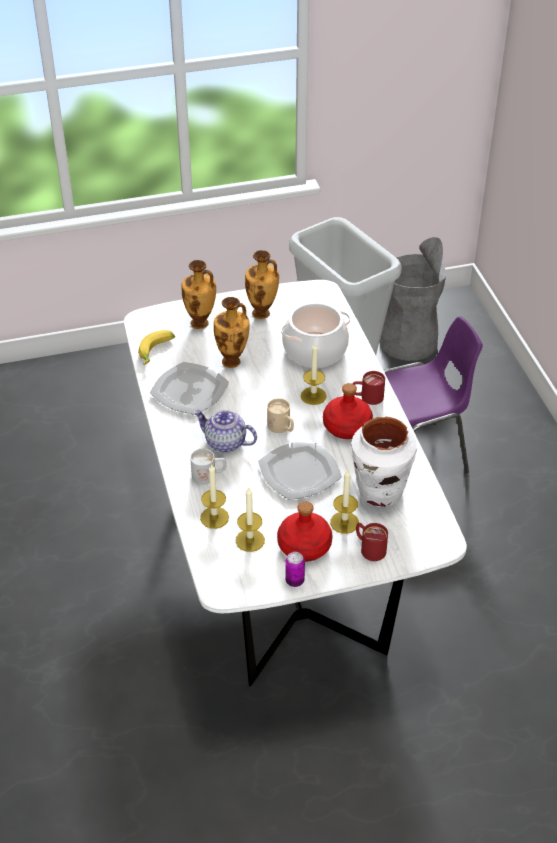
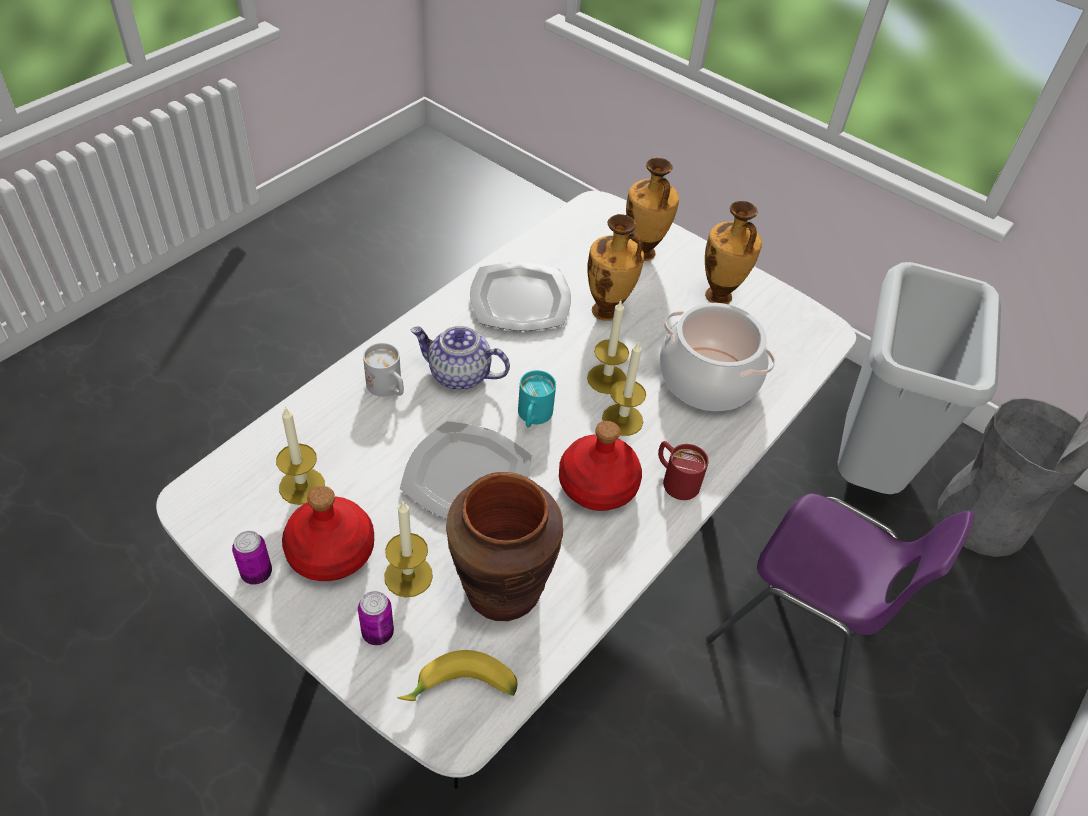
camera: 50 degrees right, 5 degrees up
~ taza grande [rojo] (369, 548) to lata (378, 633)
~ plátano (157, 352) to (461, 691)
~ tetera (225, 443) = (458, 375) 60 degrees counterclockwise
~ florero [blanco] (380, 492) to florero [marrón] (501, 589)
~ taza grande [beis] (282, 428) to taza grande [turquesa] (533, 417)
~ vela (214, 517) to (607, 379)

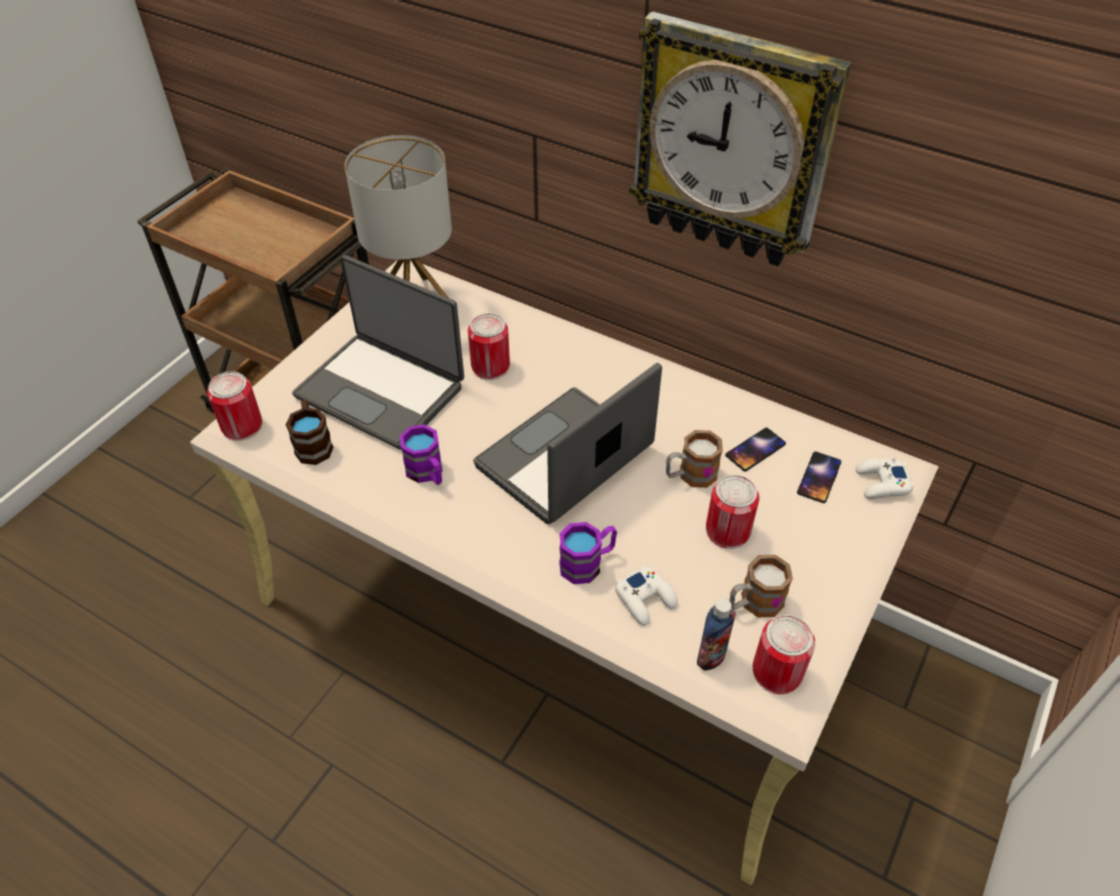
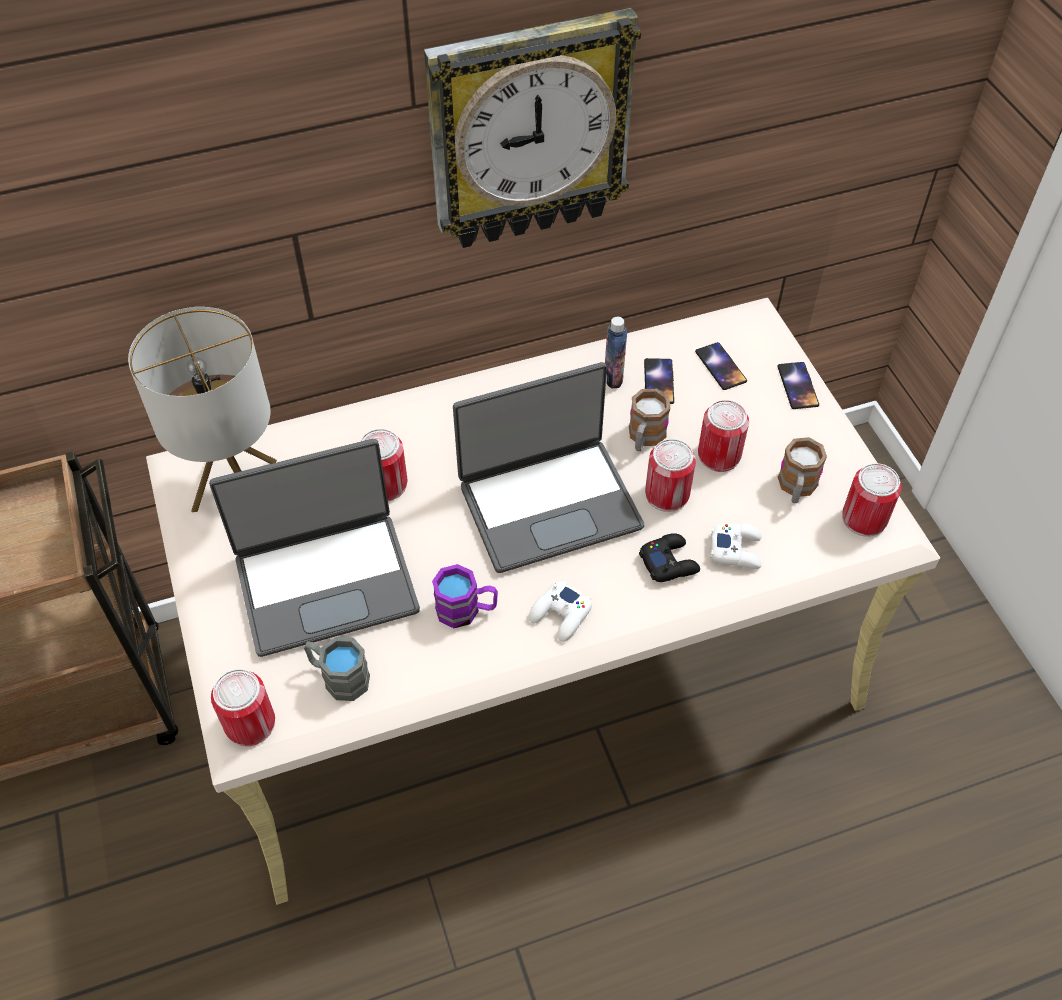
camera: 50 degrees left, 5 degrees up
~ taza grande [marrón] (313, 444) to taza grande [gris] (338, 677)
~ portátil (566, 459) = (549, 503) 105 degrees counterclockwise
~ mando de consola [blanco] (881, 483) to (561, 615)
~ botella (711, 657) to (613, 377)
~ taza grande [morado] (588, 563) to mando de consola [negro] (669, 562)
+ lata (667, 494)
+ móvil (798, 386)

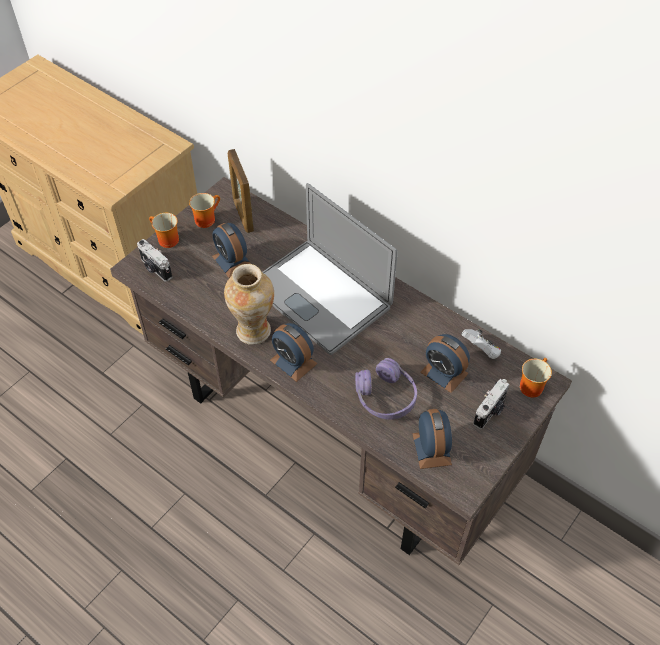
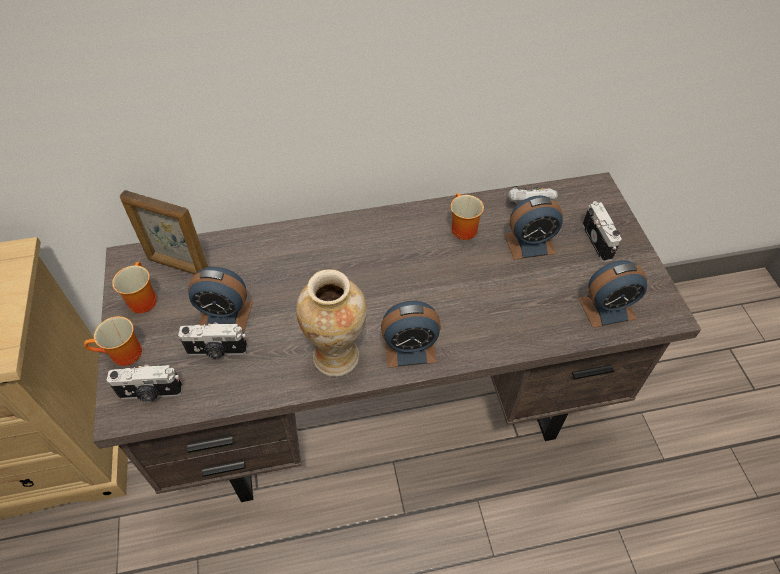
camera: 50 degrees left, 0 degrees up
+ cámara (217, 351)
~ taza grande (530, 384) to (461, 228)
~ despertador (431, 449) = (607, 308) 135 degrees clockwise
- portátil (320, 295)
- auriculares [morado] (385, 397)

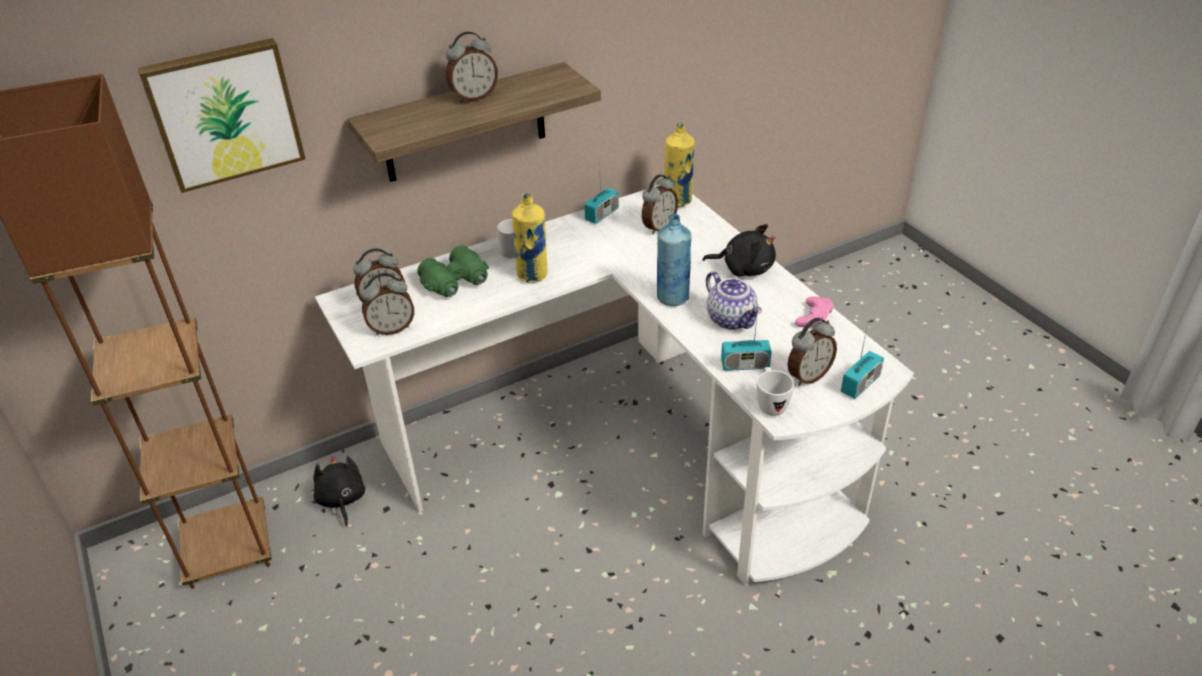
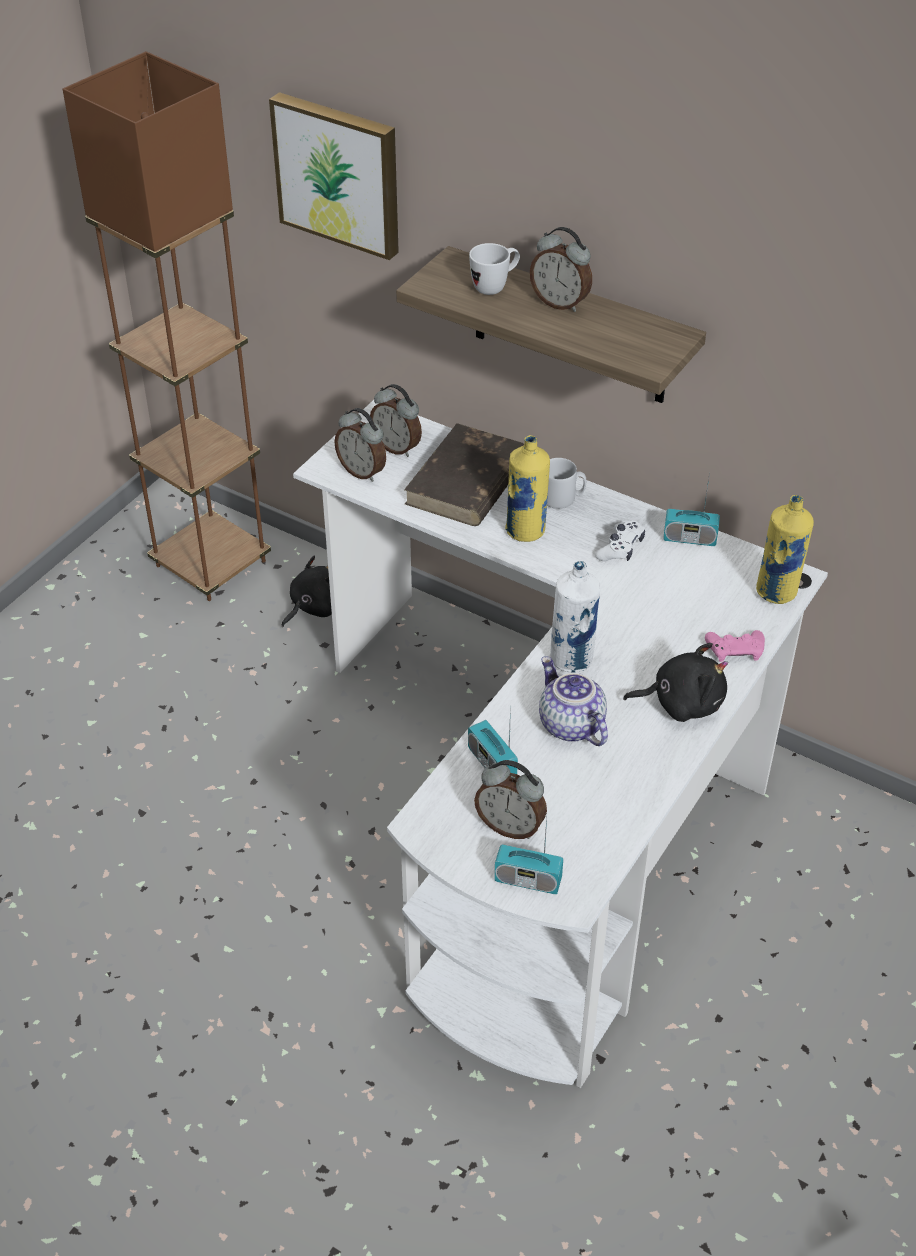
camera: 60 degrees right, 5 degrees up
~ prismáticos [verde] (457, 283) to libro [marrón] (467, 482)
~ taza grande [blanco] (770, 404) to (495, 287)
~ tetera (732, 319) = (569, 725) 120 degrees clockwise
~ botella [azul] (672, 297) to botella [blanco] (572, 659)
+ mando de consola [blanco] (620, 548)
~ peluche [negro] (744, 268) = (682, 702) 75 degrees counterclockwise
~ mando de consola [rosa] (814, 317) to (735, 650)
- despertador (658, 227)

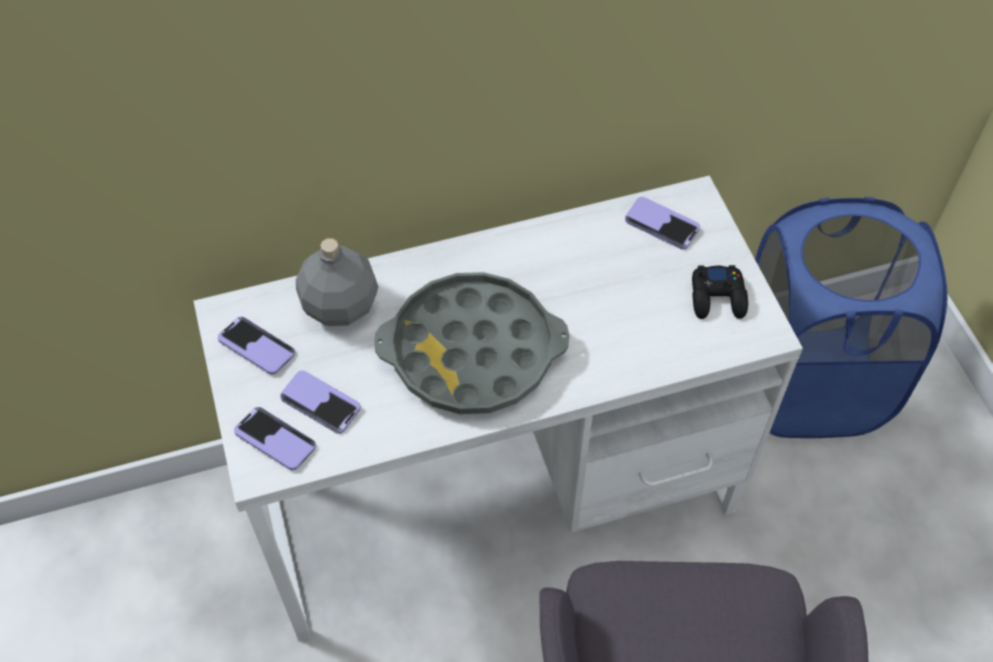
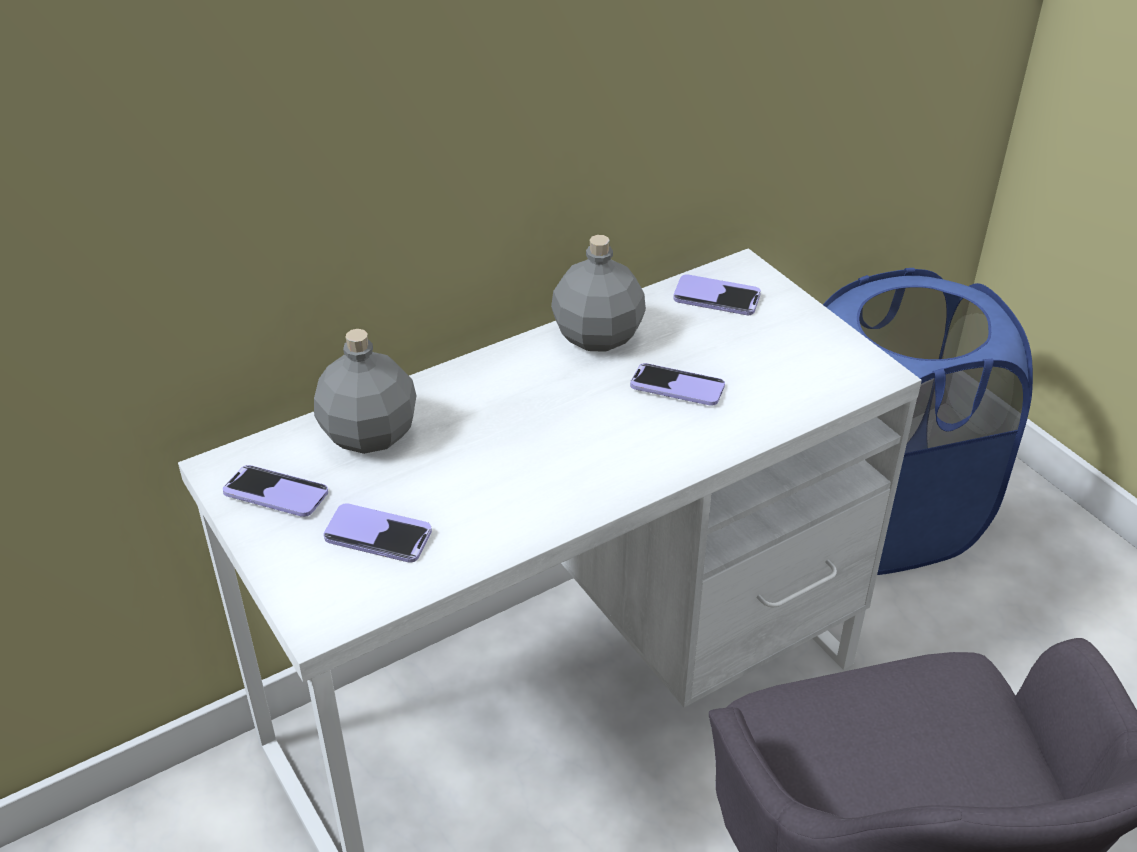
camera: 15 degrees left, 15 degrees down
+ botella [gris] (597, 335)
~ móvil (275, 439) to (677, 387)
- bandeja [gris] (472, 352)
- mando de consola [negro] (718, 297)

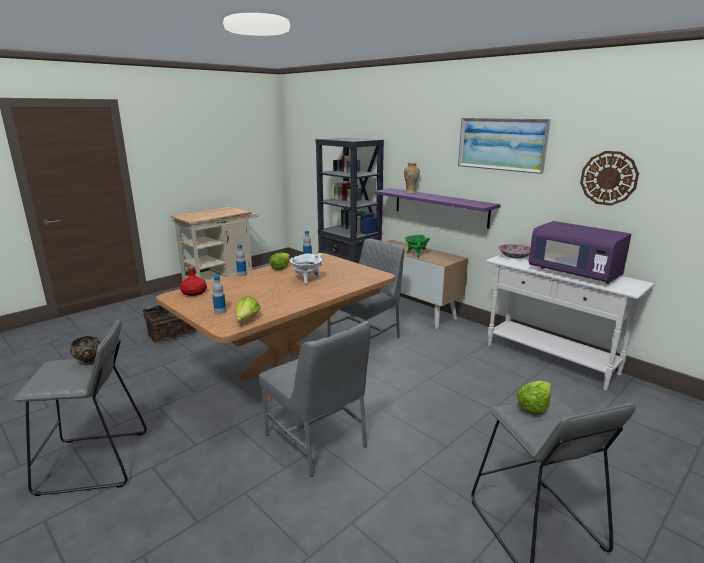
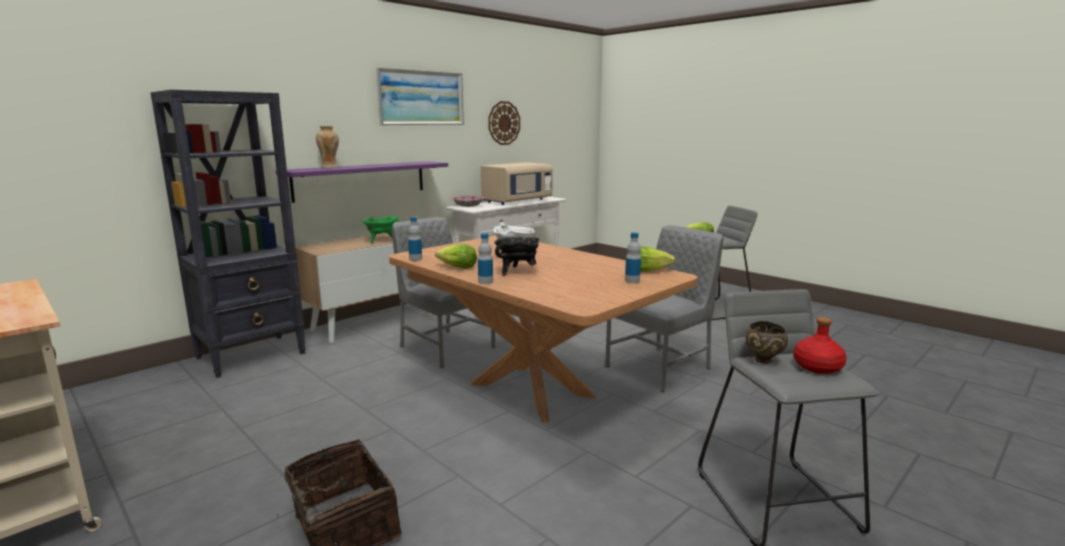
camera: 90 degrees left, 5 degrees down
~ microondas [morado] (574, 273) to microondas [beis] (517, 201)
+ olla [negro] (517, 271)
~ botella [rojo] (194, 292) to (817, 367)

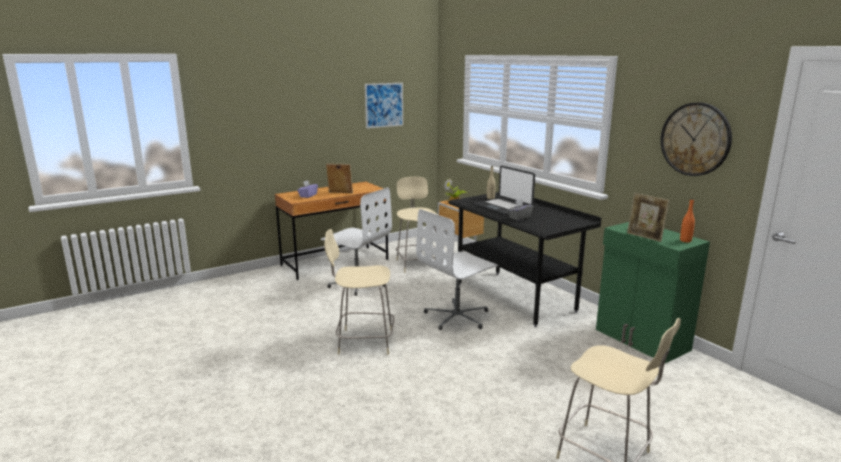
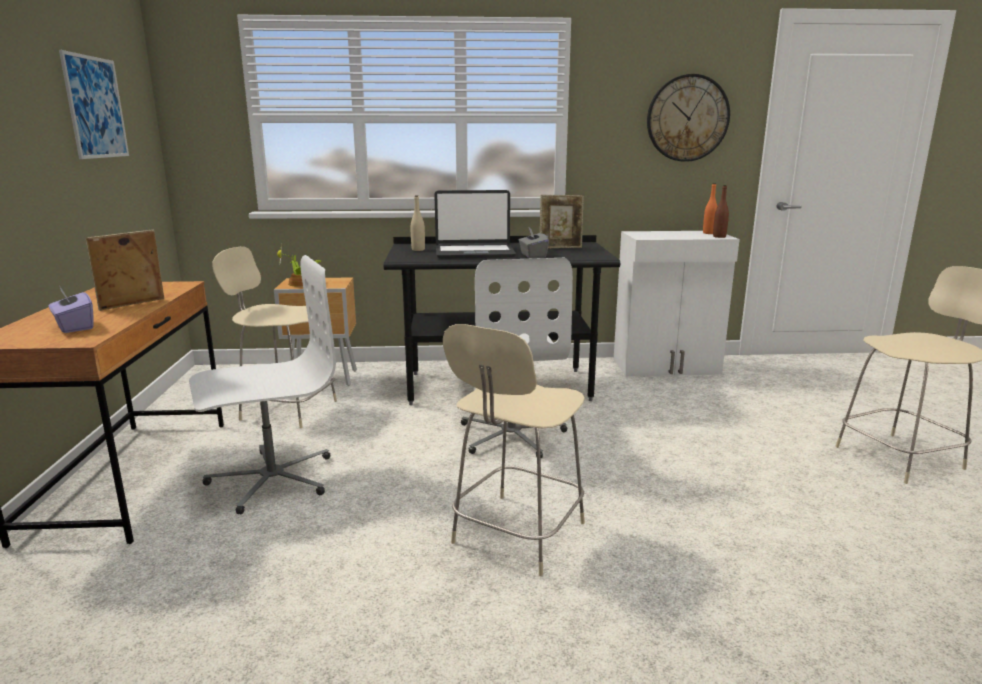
camera: 60 degrees left, 0 degrees up
~ portarretratos (645, 237) to (560, 248)
~ armario [verde] (641, 340) to armario [blanco] (667, 367)
+ botella [marrón] (719, 237)

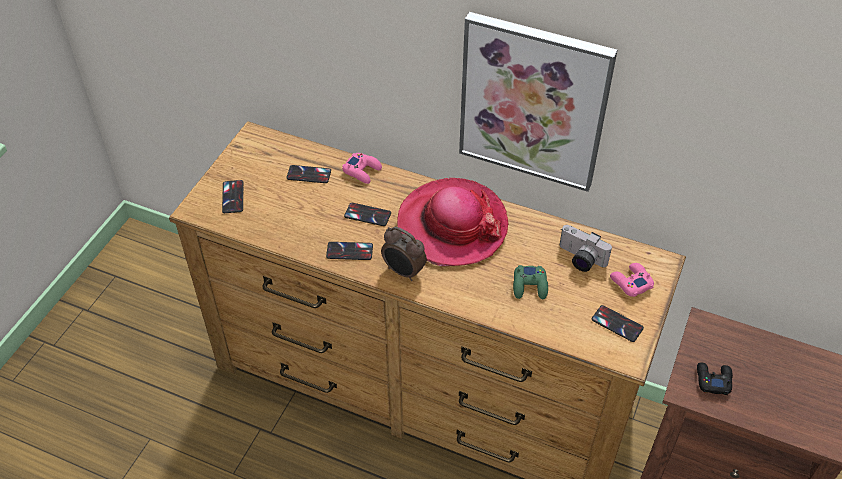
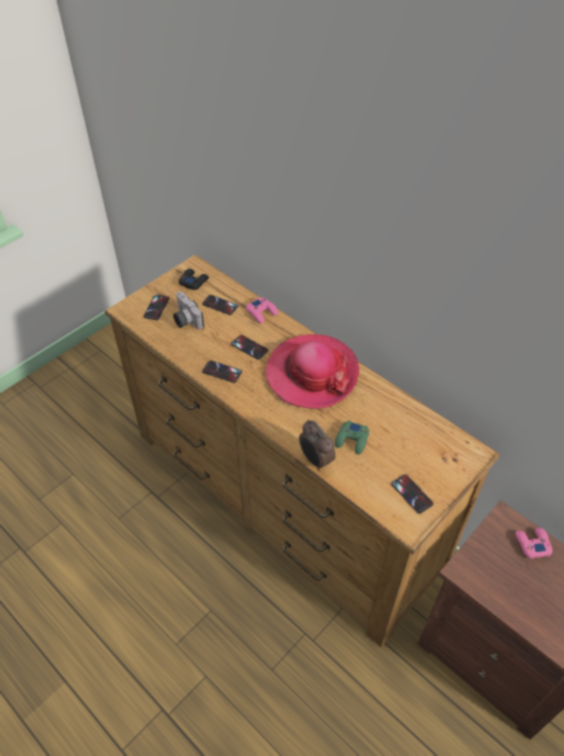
camera: 20 degrees right, 0 degrees up
~ cámara (580, 259) to (185, 320)
~ mando de consola [negro] (713, 380) to (193, 282)
~ despertador (403, 272) to (315, 460)
~ mando de consola [rosa] (630, 282) to (532, 544)
- cuadro (533, 102)

